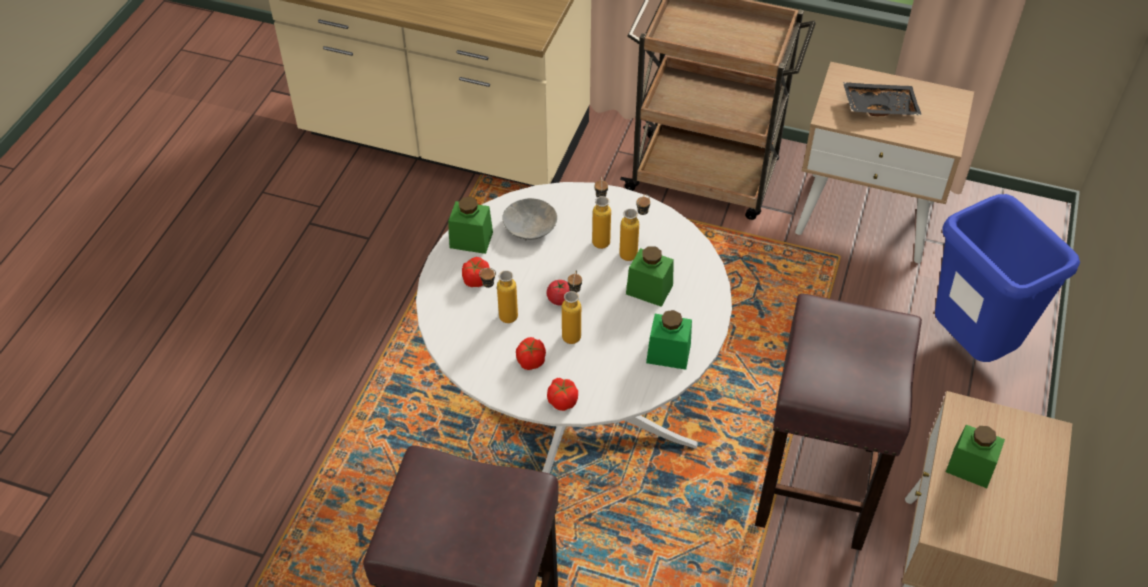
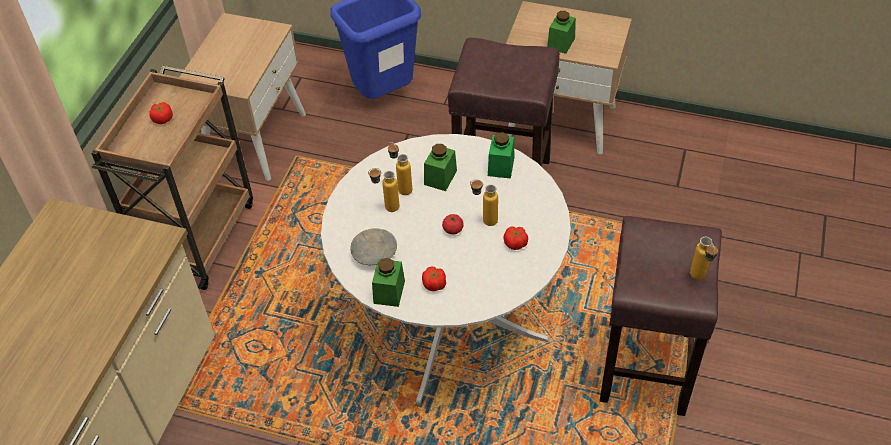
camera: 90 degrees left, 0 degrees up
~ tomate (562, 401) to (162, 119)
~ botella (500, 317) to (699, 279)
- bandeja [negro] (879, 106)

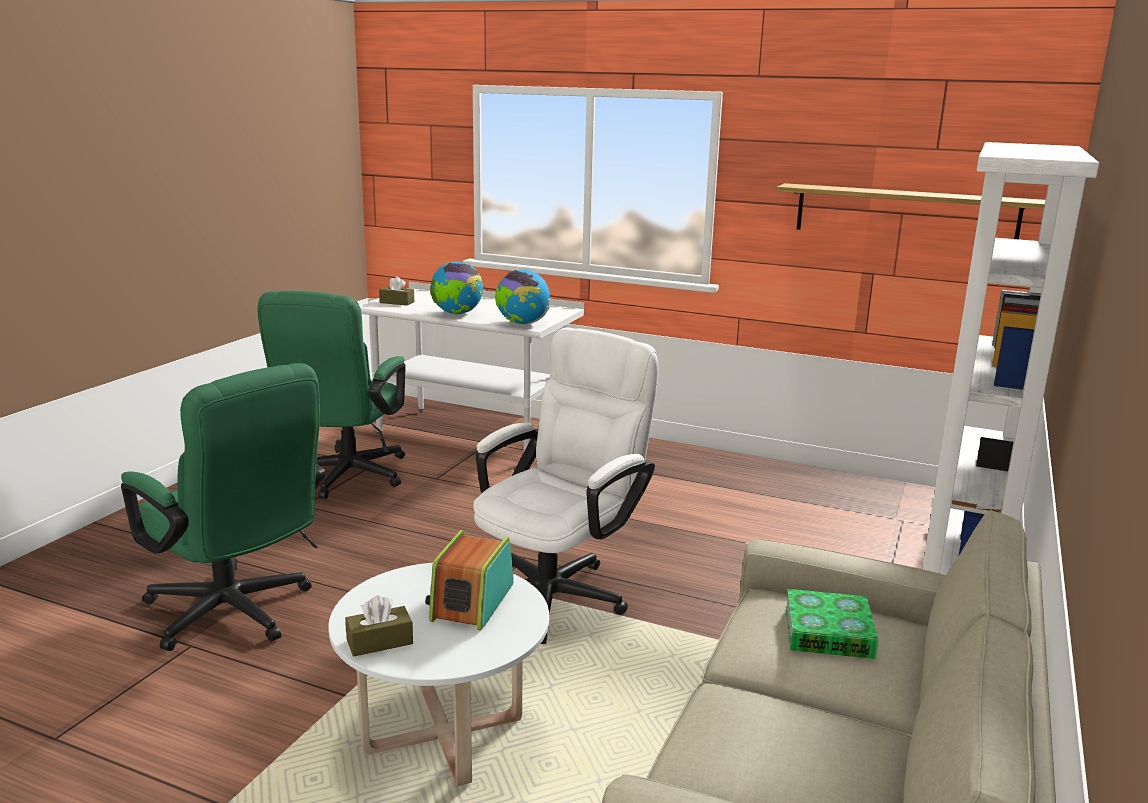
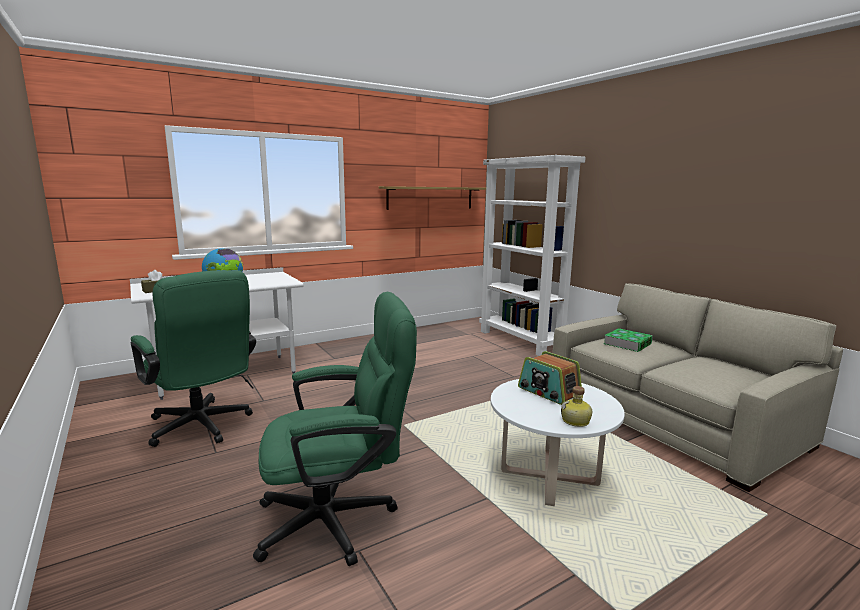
camera: 55 degrees left, 5 degrees down
~ caja de pañuelos [marrón] (379, 642) to botella (576, 421)
- silla de oficina [blanco] (559, 592)
- globo terráqueo (522, 323)

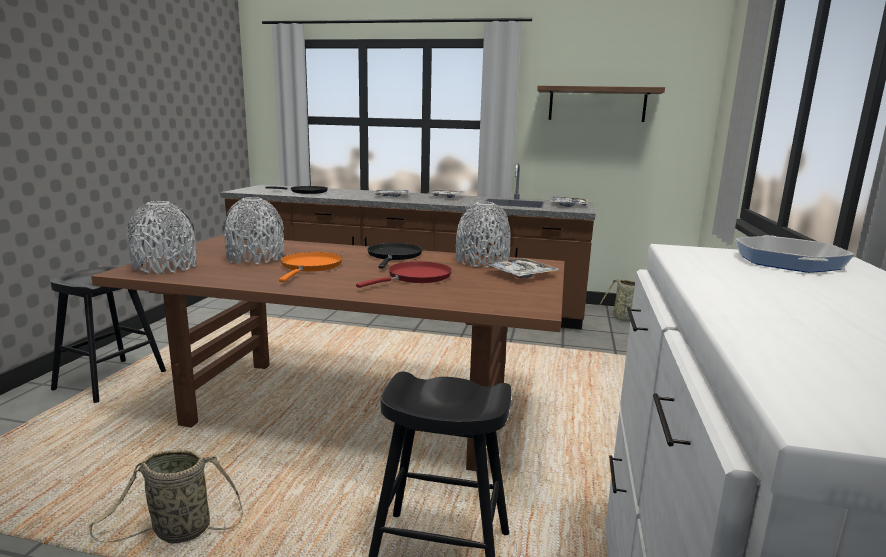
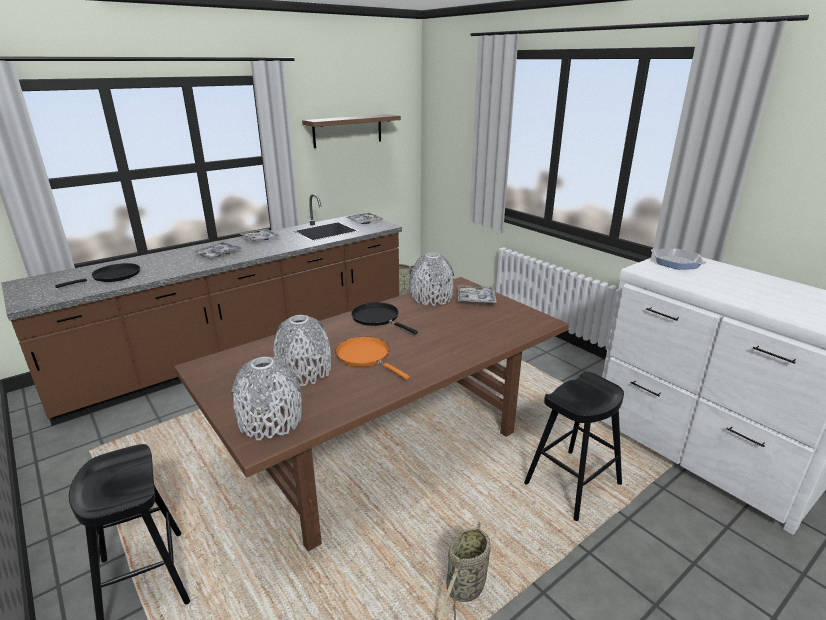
camera: 50 degrees left, 10 degrees up
- sartén [rojo] (416, 277)

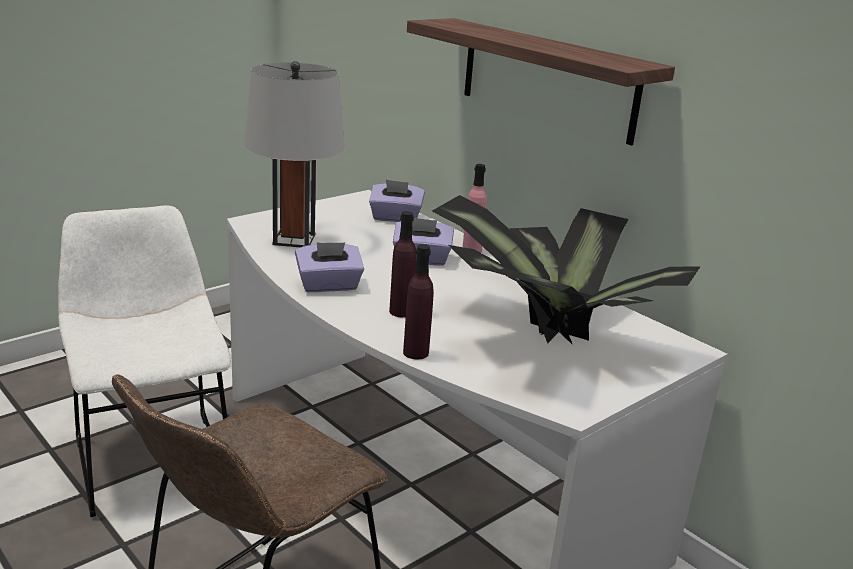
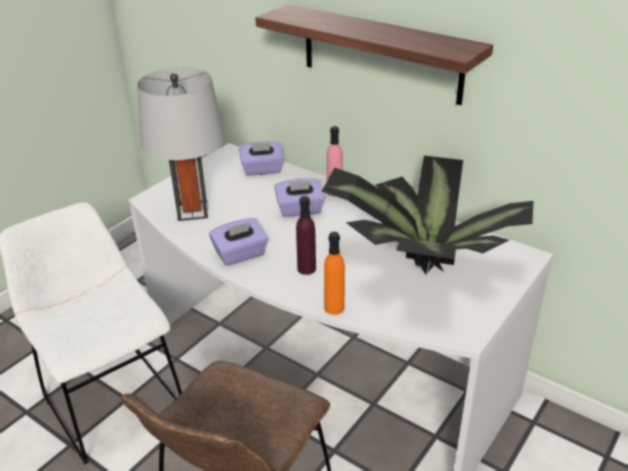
camera: 10 degrees left, 10 degrees up
~ botella [morado] (416, 353) to botella [naranja] (334, 308)

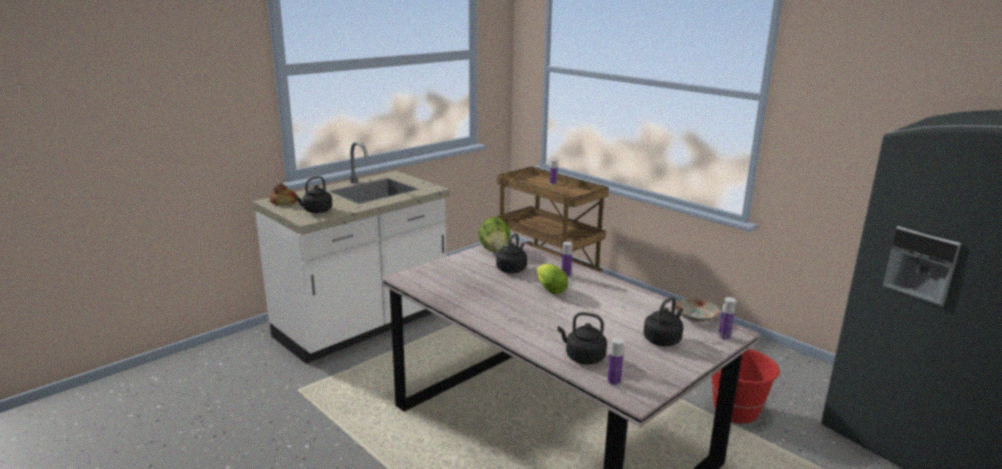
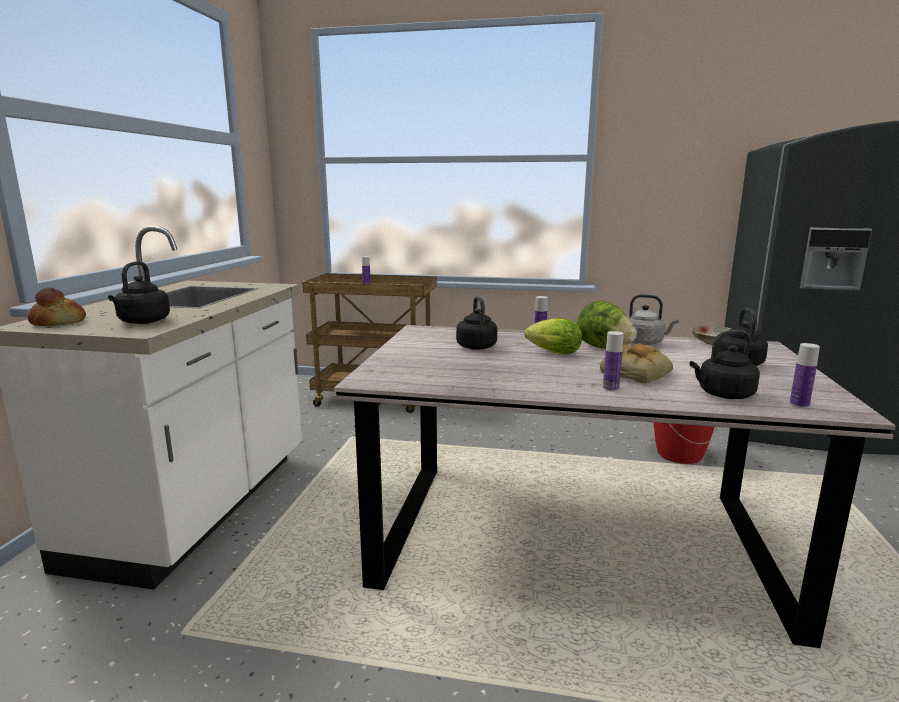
camera: 35 degrees left, 5 degrees down
~ lechuga (494, 250) to (603, 348)
+ pan (634, 372)
~ botella (724, 337) to (611, 388)
+ hervidor [gris] (645, 343)

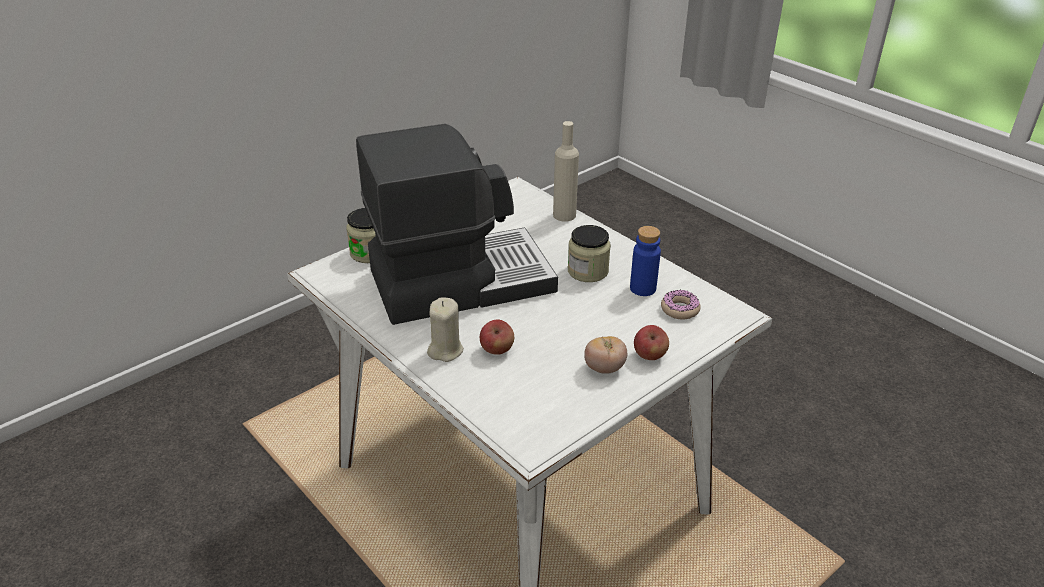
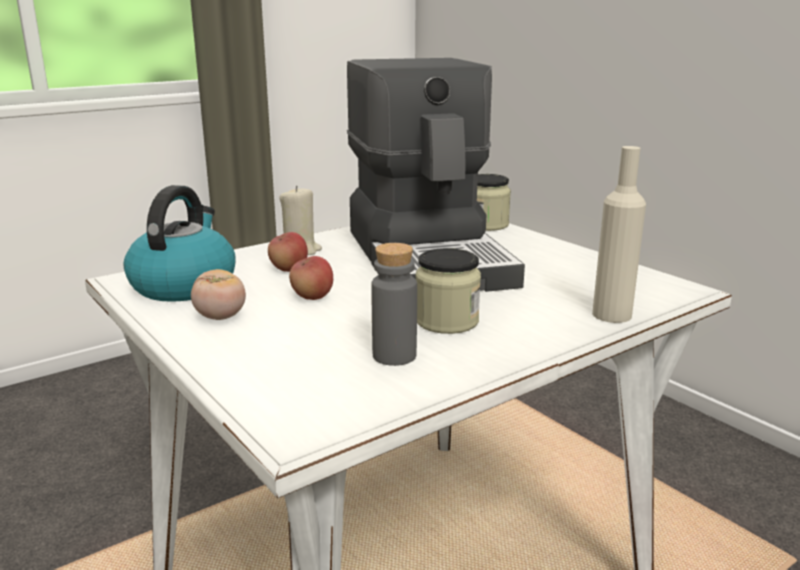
camera: 95 degrees right, 15 degrees down
+ hervidor (184, 285)
~ manzana (649, 356) to (312, 297)
~ botella [azul] (643, 288) to botella [gris] (394, 356)
- rosquilla (680, 309)

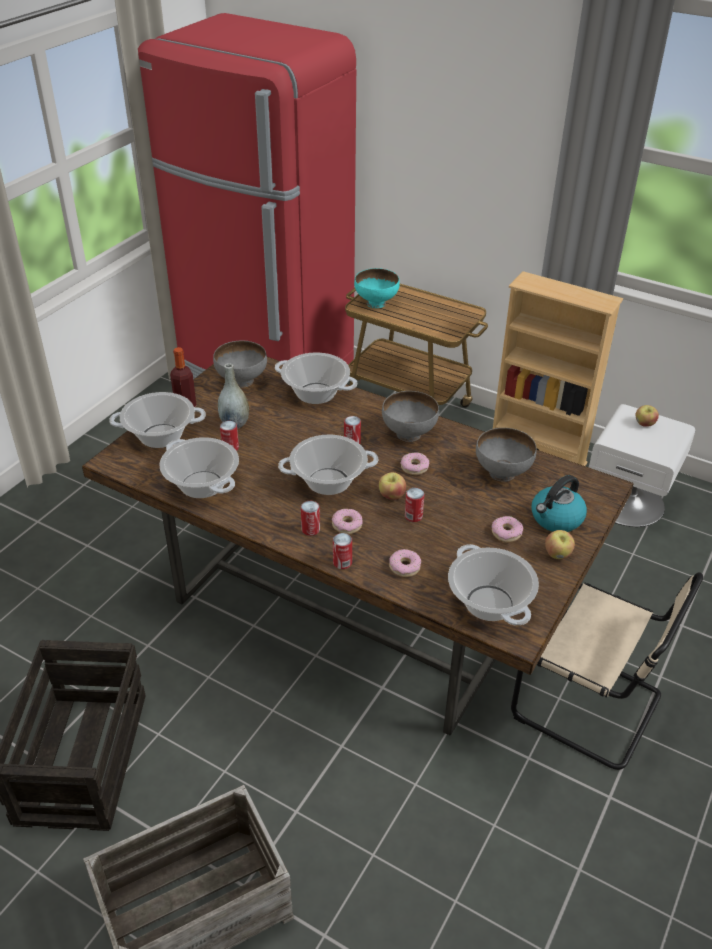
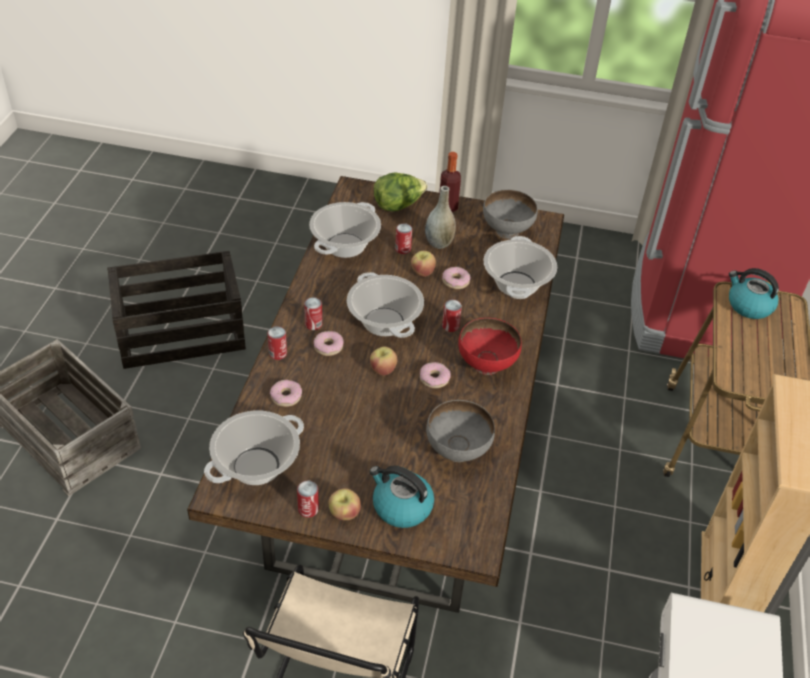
camera: 70 degrees right, 5 degrees up
~ lata (413, 516) to (308, 509)
~ olla (161, 436) to lechuga (398, 205)
~ manzana (644, 424) to (422, 272)
~ rosquilla (506, 533) to (455, 281)
~ cuenco [gris] (409, 434) to cuenco [rojo] (486, 365)
~ cuenco [turquesa] (376, 303) to hervidor (748, 305)

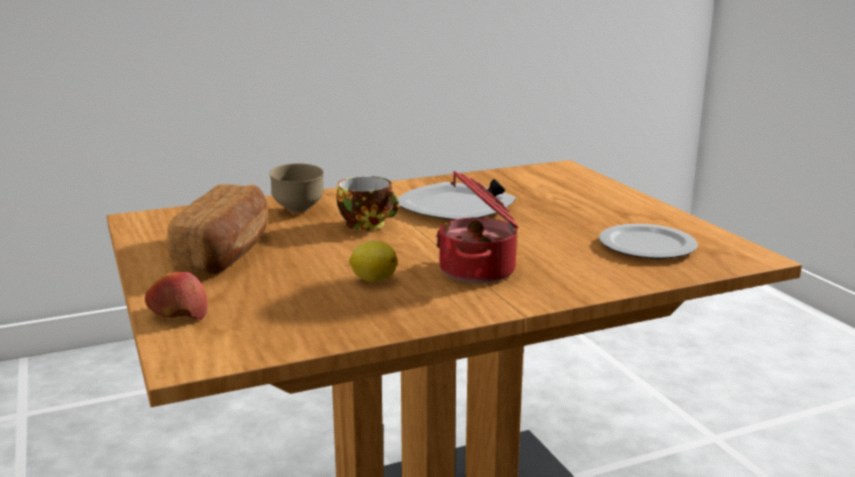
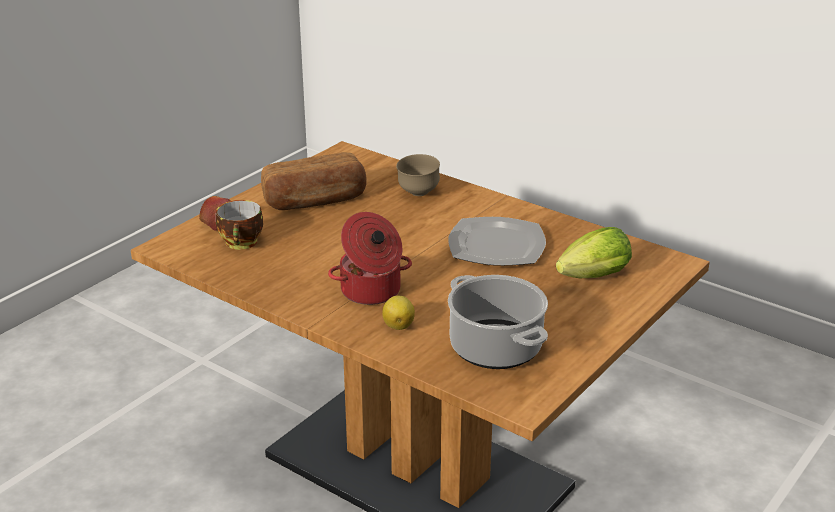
camera: 60 degrees right, 10 degrees up
~ taza (368, 224) to (242, 243)
~ limón (372, 279) to (398, 325)
~ plato (646, 246) to olla (494, 347)
+ lechuga (590, 278)

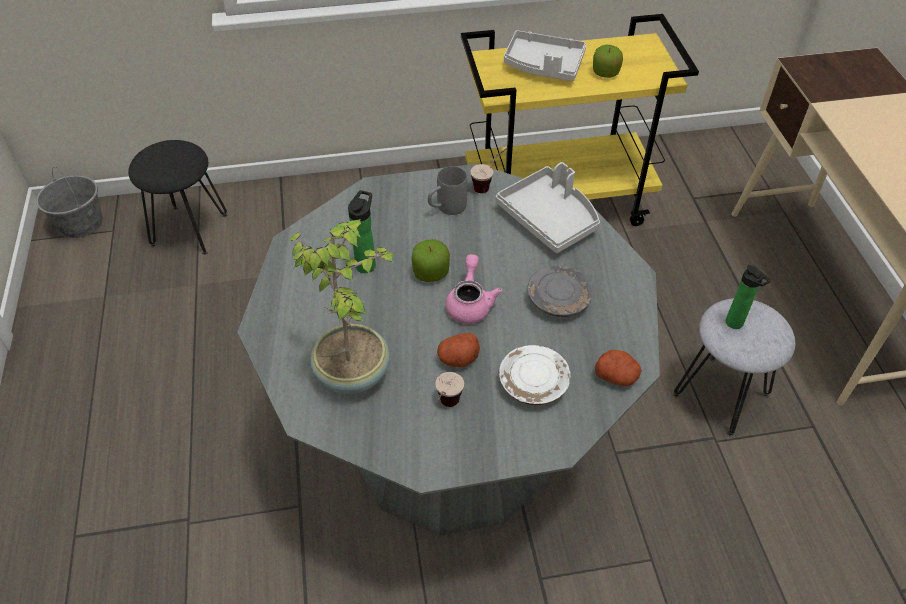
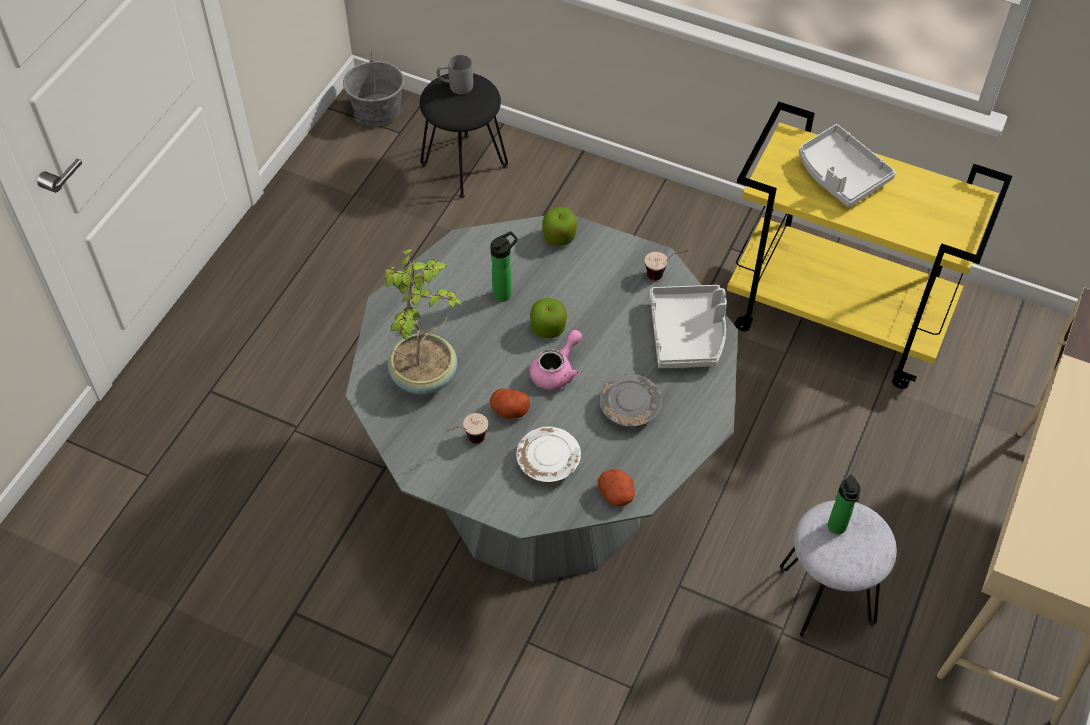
camera: 35 degrees right, 5 degrees up
~ taza grande [gris] (446, 208) to (455, 86)
~ manzana (605, 73) to (559, 236)

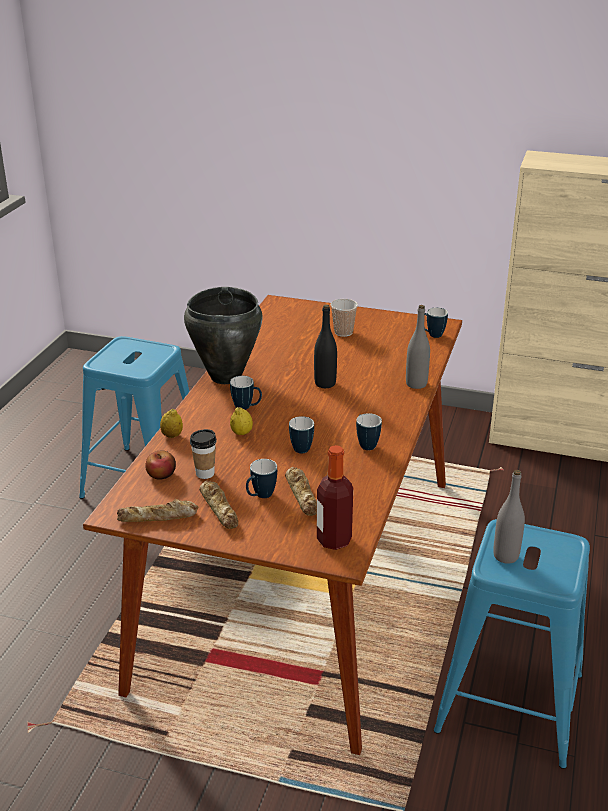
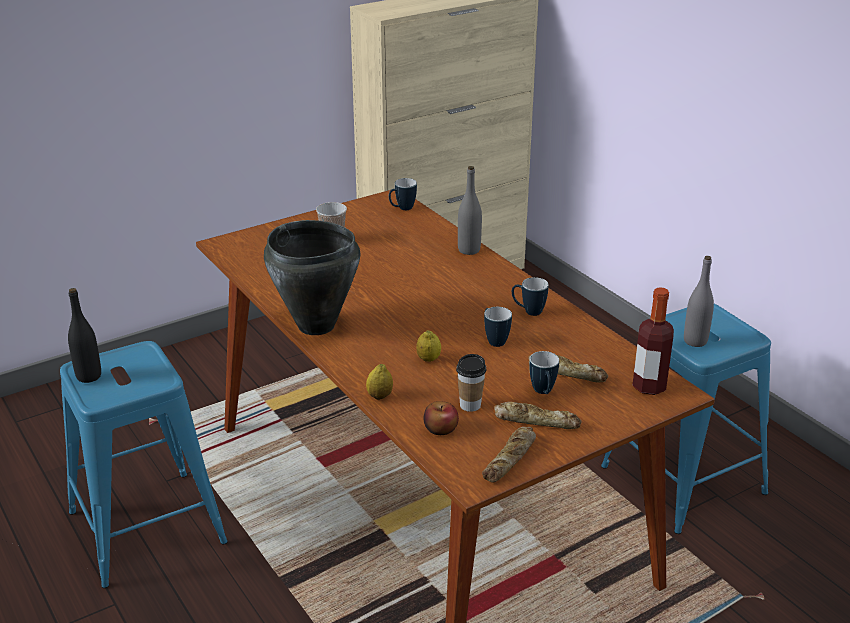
camera: 50 degrees left, 0 degrees up
~ botella [negro] (325, 383) to (89, 376)
- taza grande (247, 408)

